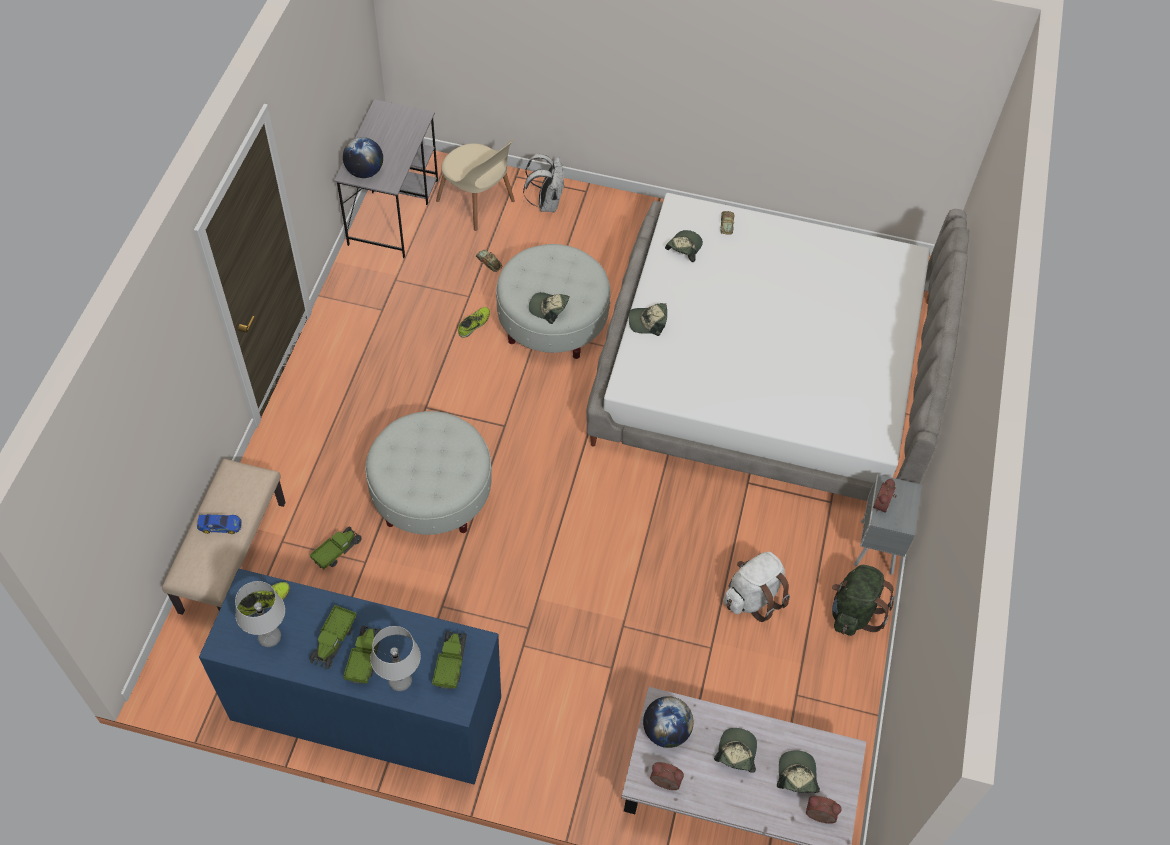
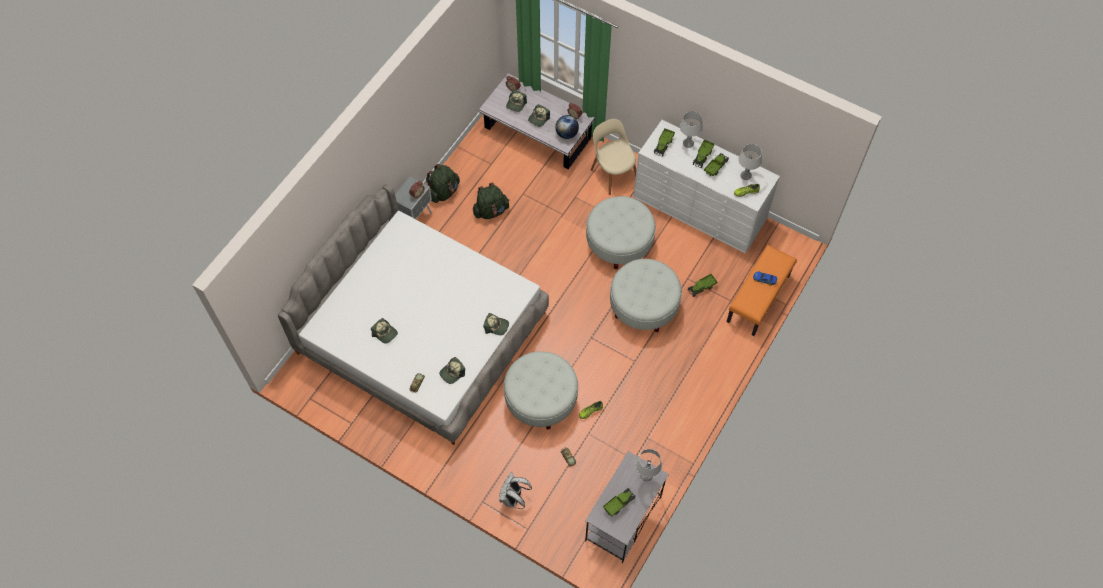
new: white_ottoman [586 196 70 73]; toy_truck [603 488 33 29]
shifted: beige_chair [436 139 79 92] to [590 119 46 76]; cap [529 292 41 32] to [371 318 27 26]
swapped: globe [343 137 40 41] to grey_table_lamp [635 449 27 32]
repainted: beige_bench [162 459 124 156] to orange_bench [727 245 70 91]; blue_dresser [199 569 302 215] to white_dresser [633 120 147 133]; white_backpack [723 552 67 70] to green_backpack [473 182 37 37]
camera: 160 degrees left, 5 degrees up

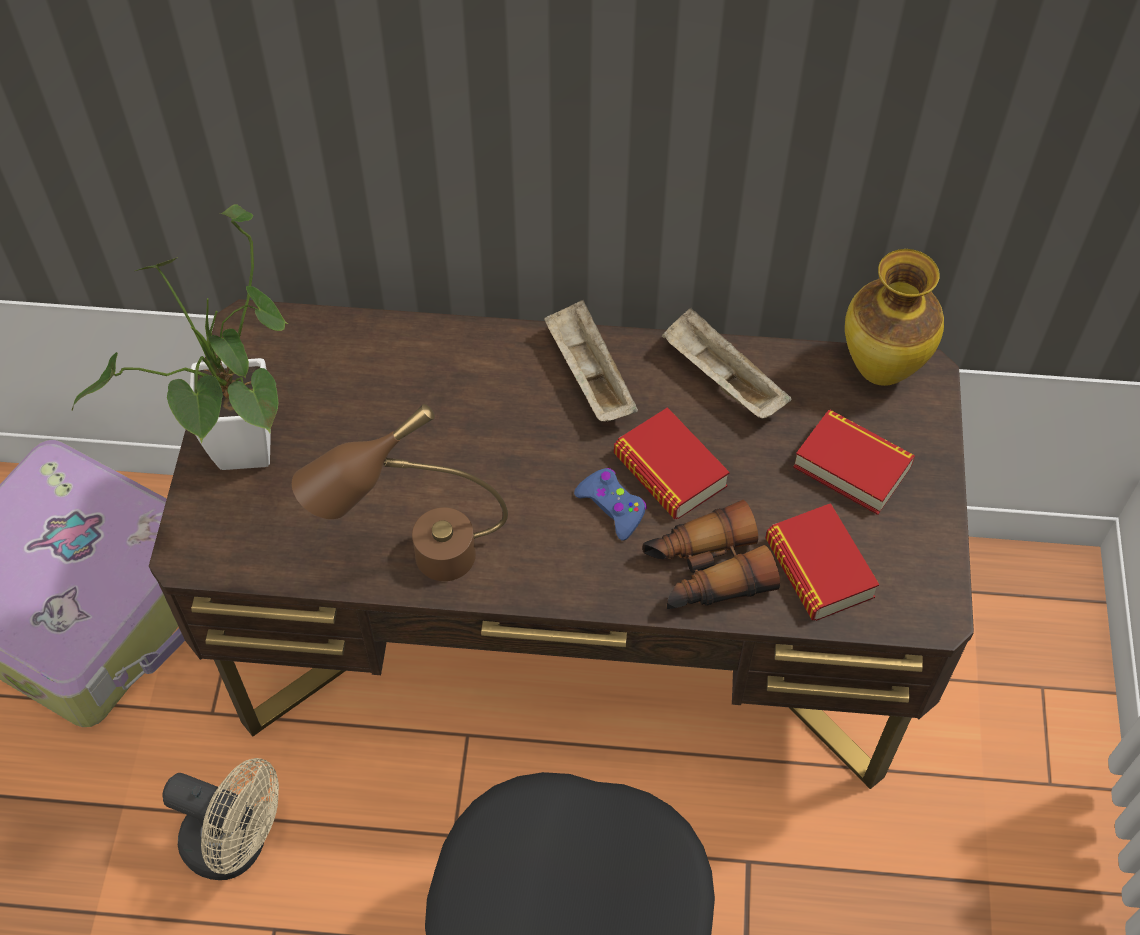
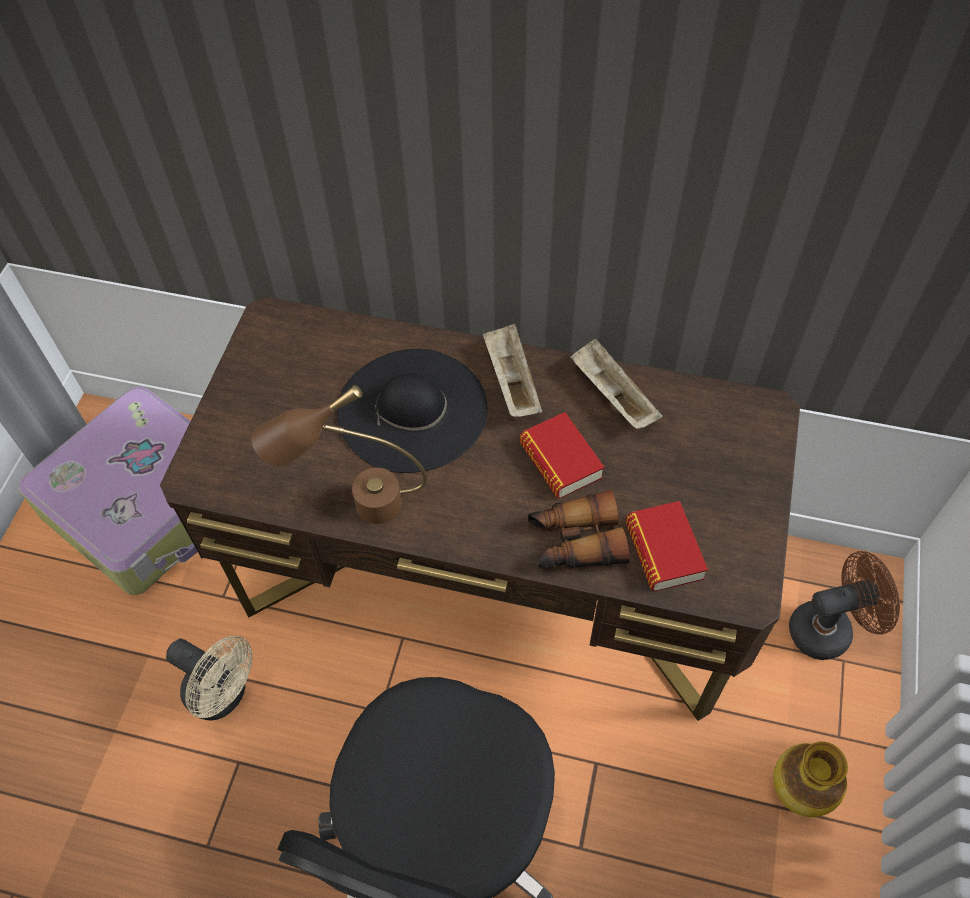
gone: potted_plant [71 204 217 266]; blue_game_controller [574 468 73 72]; book [793 410 122 105]
new: black_hat [337 349 151 124]; brown_fan [789 551 111 109]
shifted: vase [845 249 99 137] to [773 741 75 76]
camera: 10 degrees right, 0 degrees up

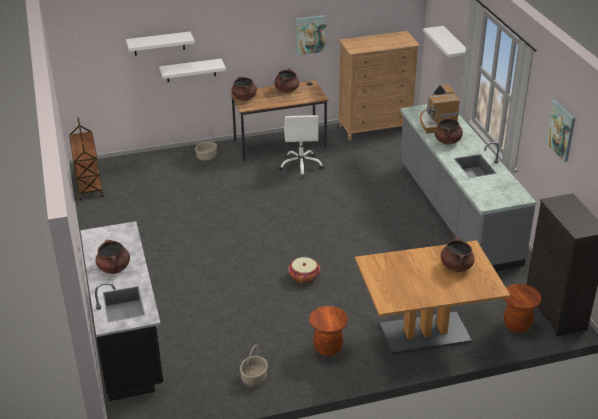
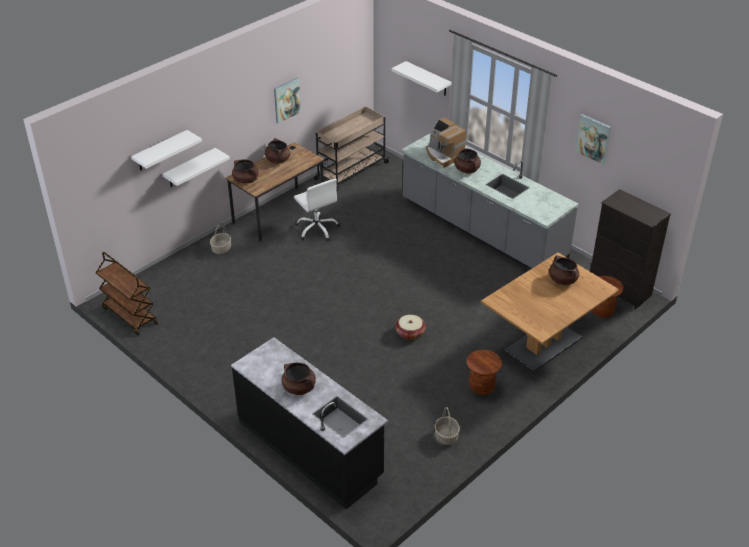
swapped: brown_dresser [338 31 82 110] to beige_cart [314 106 76 85]
camera: 30 degrees left, 5 degrees up

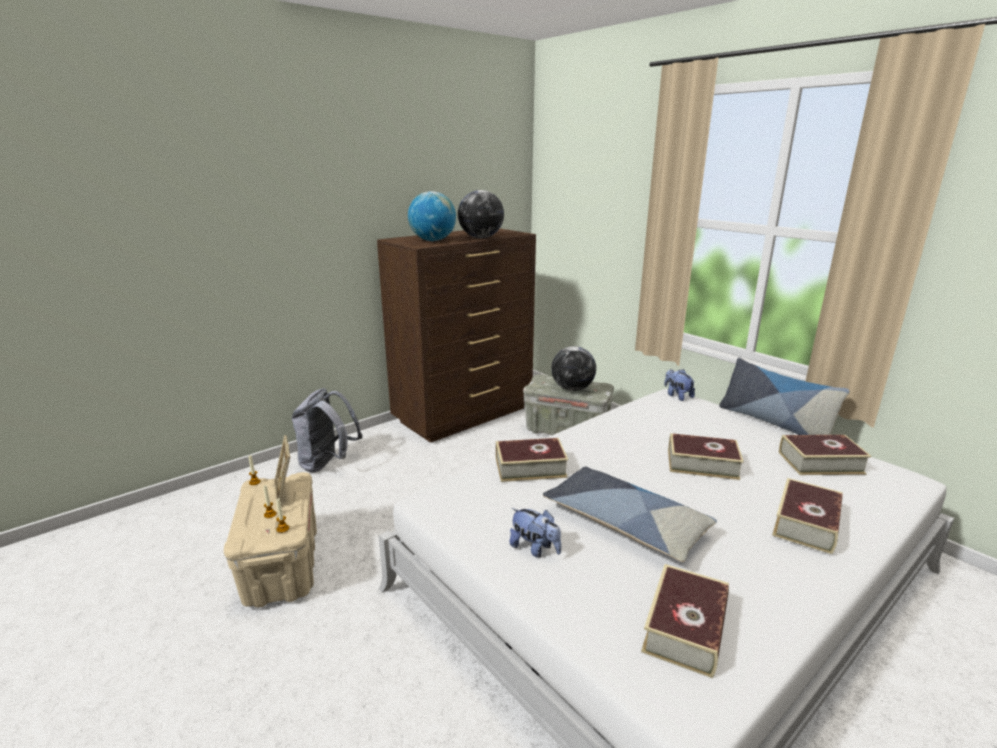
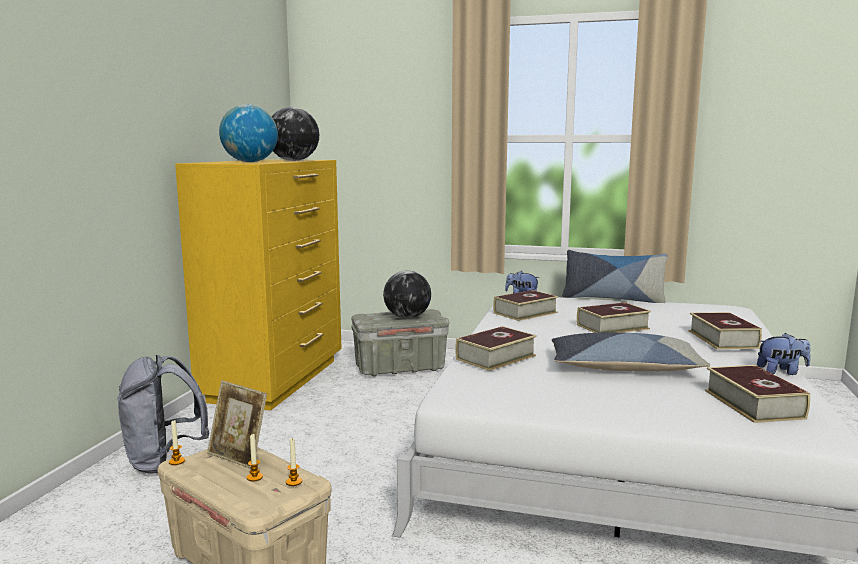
shifted: plush_toy [509 508 52 50] to [757 333 54 42]; book [779 435 92 40] to [493 290 65 31]
repainted: brown_dresser [377 229 159 214] to yellow_dresser [175 159 167 252]
camera: 35 degrees left, 10 degrees down

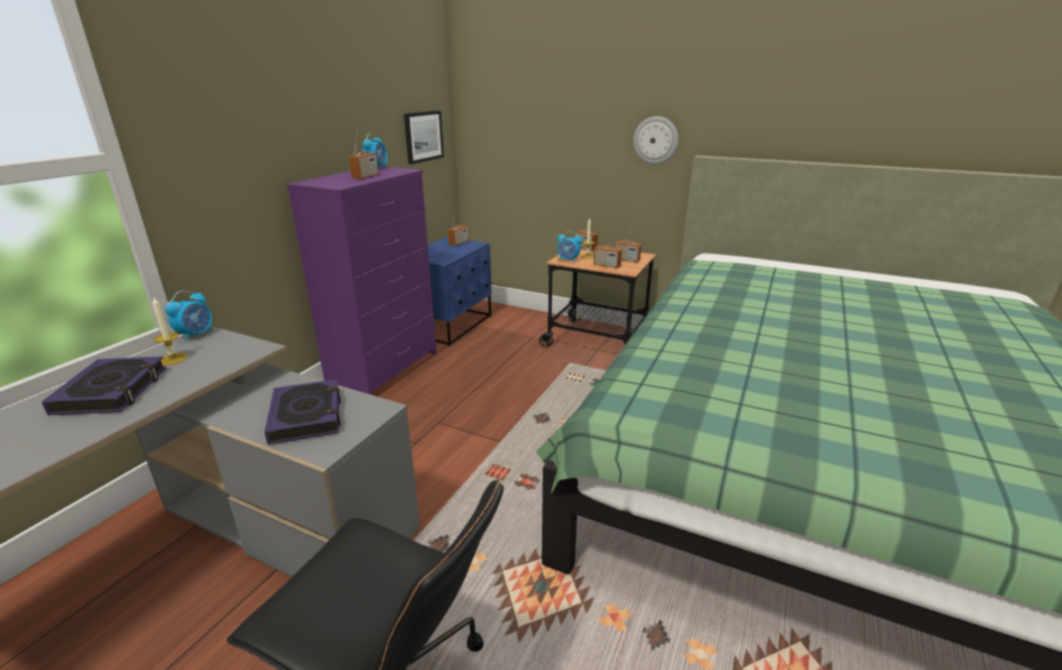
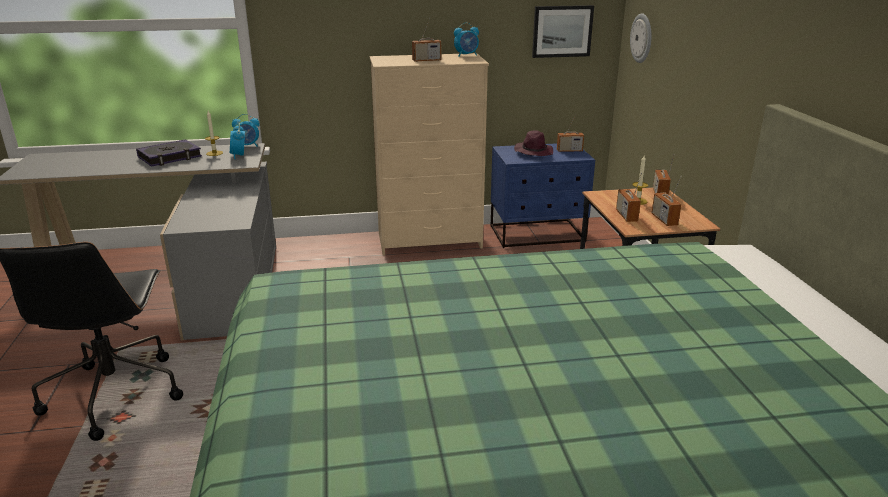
gone: book [264 379 77 66]
new: purple_hat [514 130 39 26]
shifted: alarm_clock [557 231 25 32] to [230 123 15 36]; wall_clock [633 116 45 48] to [630 13 22 50]
repainted: purple_dresser [286 166 151 229] to beige_dresser [370 53 119 202]
camera: 55 degrees right, 0 degrees up

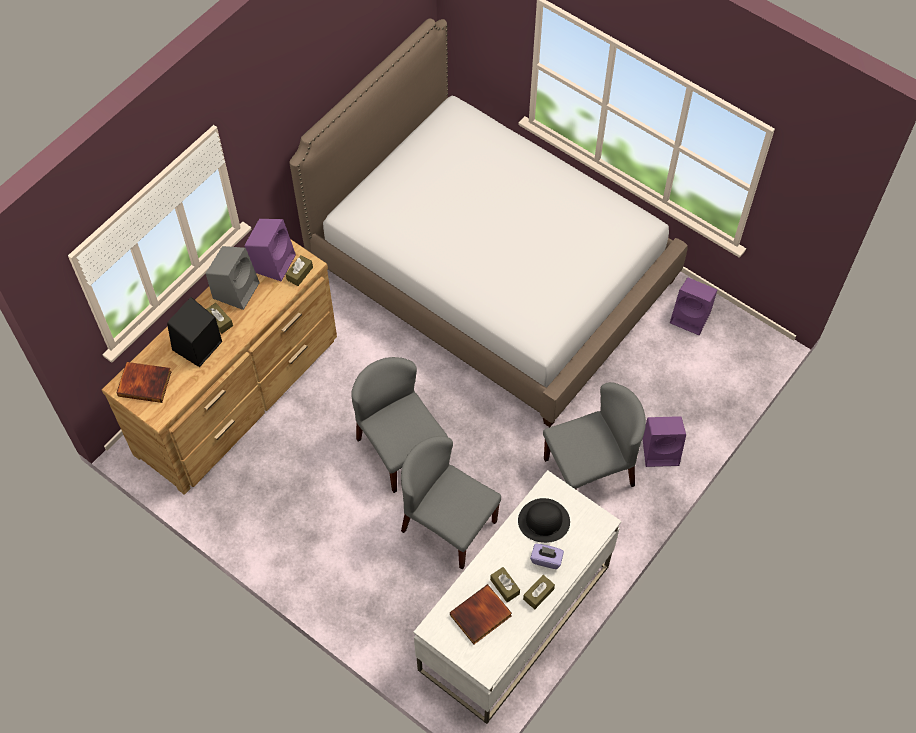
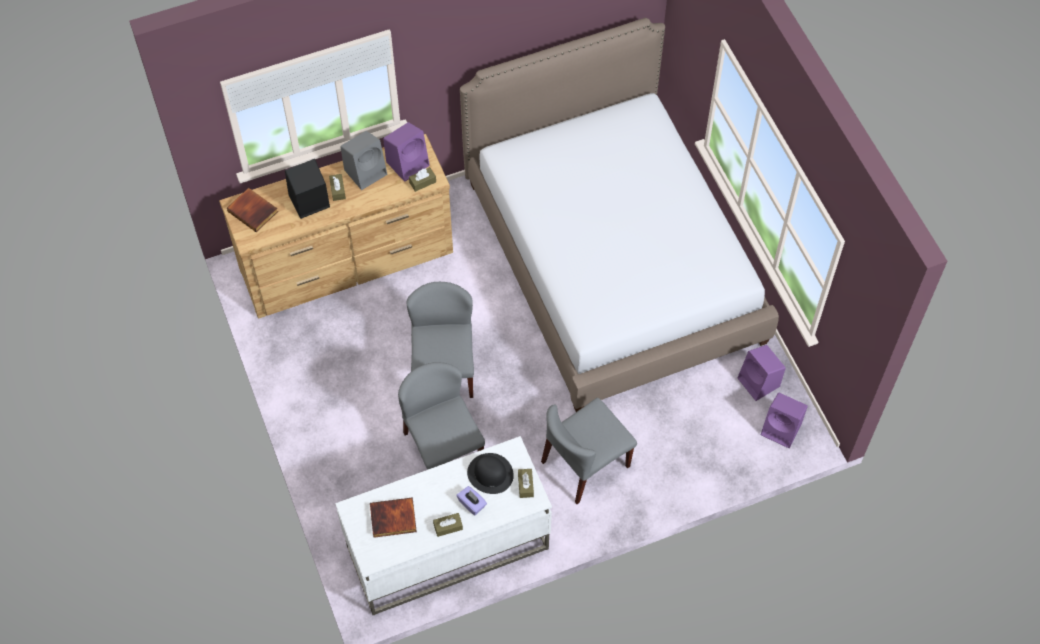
shifted: brown_tissue_box [490 567 30 35] to [518 469 16 29]; purple_speaker [643 416 43 51] to [761 392 47 56]
rotated: grey_chair [543 382 103 108] = [541 398 96 106] 135 degrees clockwise
camera: 30 degrees right, 0 degrees up

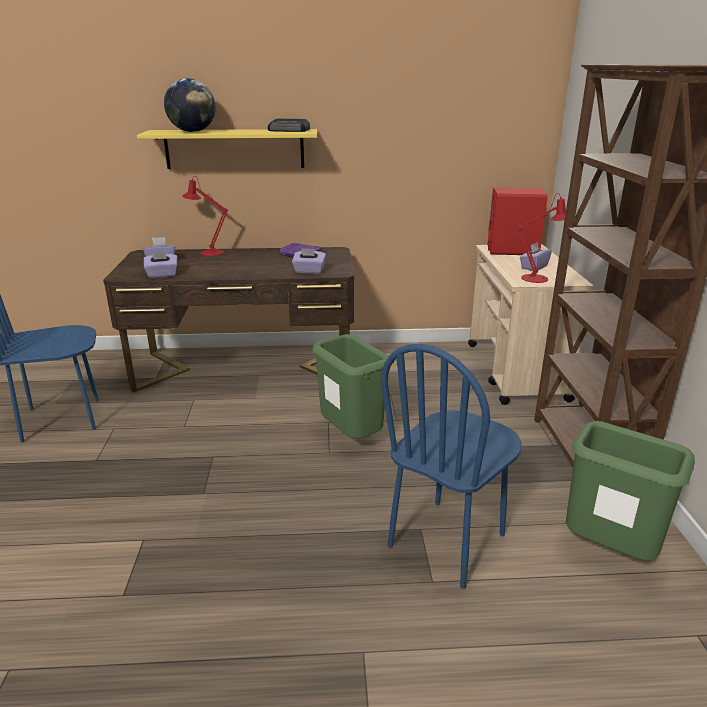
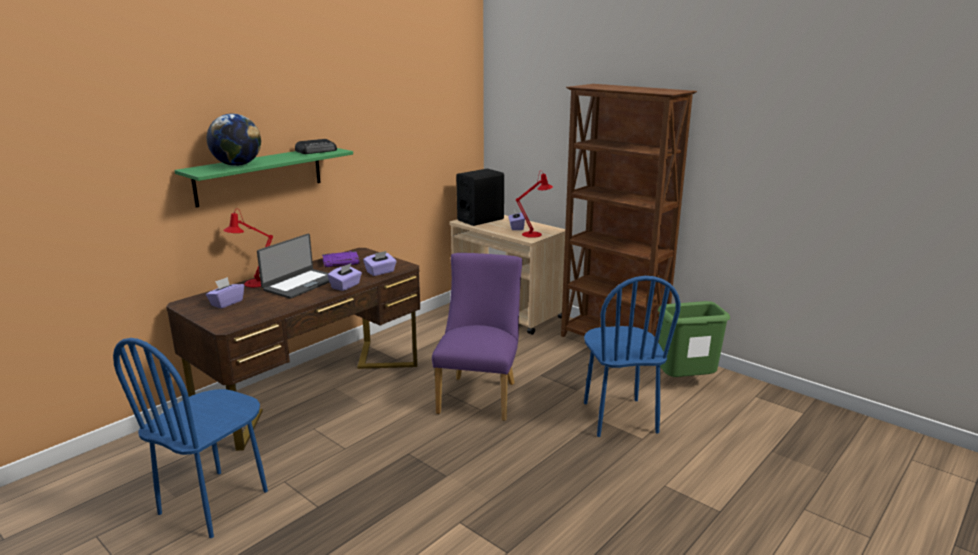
new: laptop [257 234 73 65]
shifted: purple_tissue_box [144 252 33 26] to [328 264 34 27]
swapped: green_trash_can [312 334 77 105] to purple_chair [432 253 90 168]
repainted: yellow_shelf [137 129 180 40] to green_shelf [174 148 179 60]; red_speaker [488 187 60 68] to black_speaker [456 169 48 57]
camera: 45 degrees left, 5 degrees down

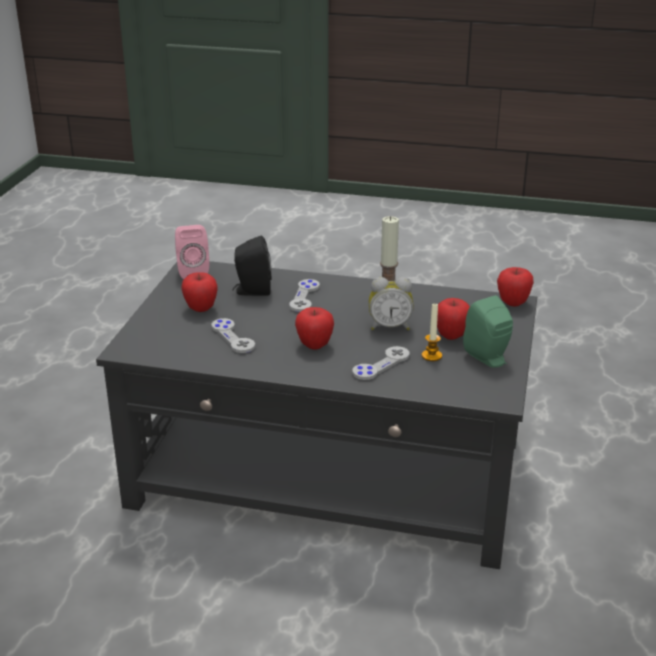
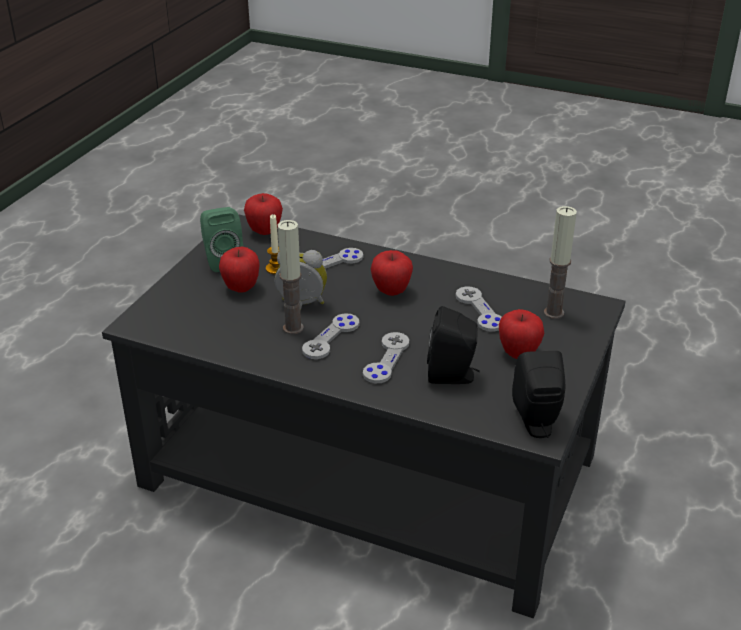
new: grey_game_controller [302 313 57 46]; candle [544 206 33 113]
shifted: apple [497 267 37 39] to [244 193 39 42]
repainted: pink_speaker [175 225 34 54] to black_speaker [512 351 53 87]
camera: 170 degrees left, 5 degrees up

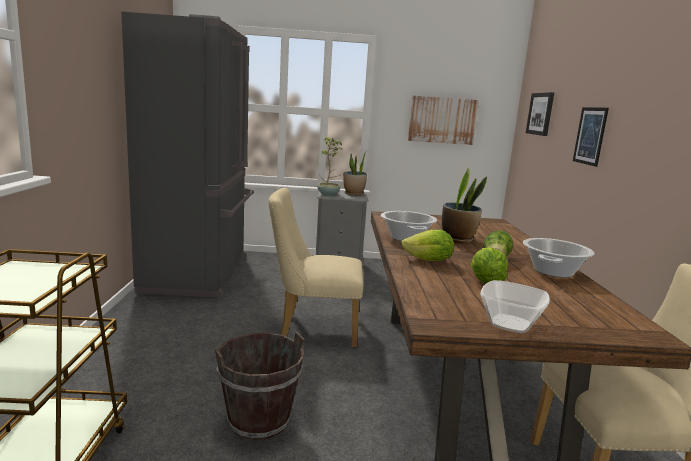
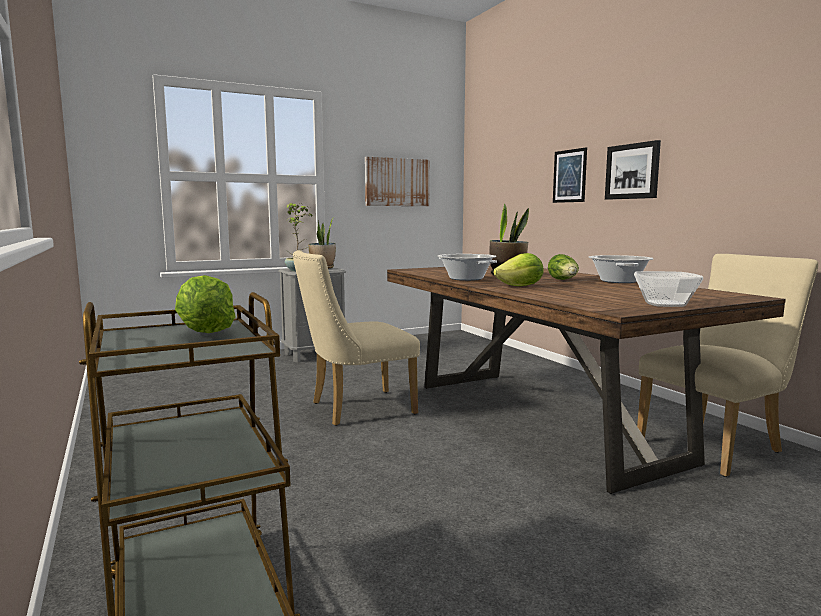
gone: grey_fridge [121 12 133 286]; brown_bucket [215 332 90 108]
shifted: lettuce [471 247 37 37] to [175 275 61 58]; picture [526 92 28 44] to [605 140 56 60]
camera: 25 degrees left, 5 degrees down

